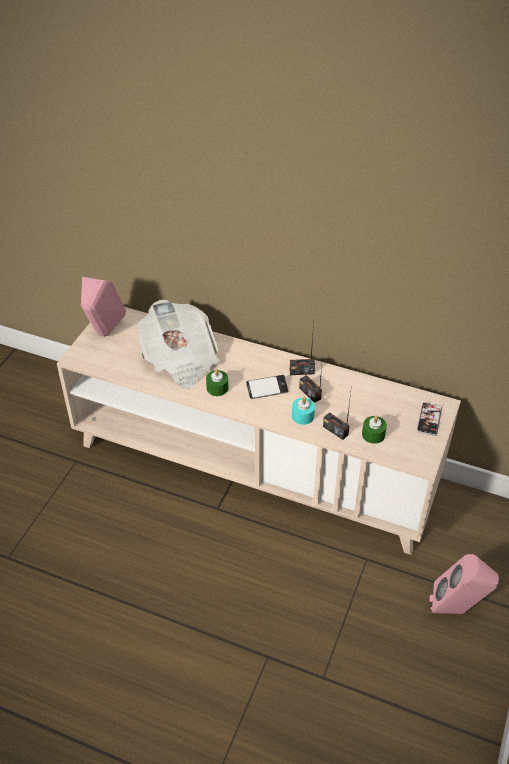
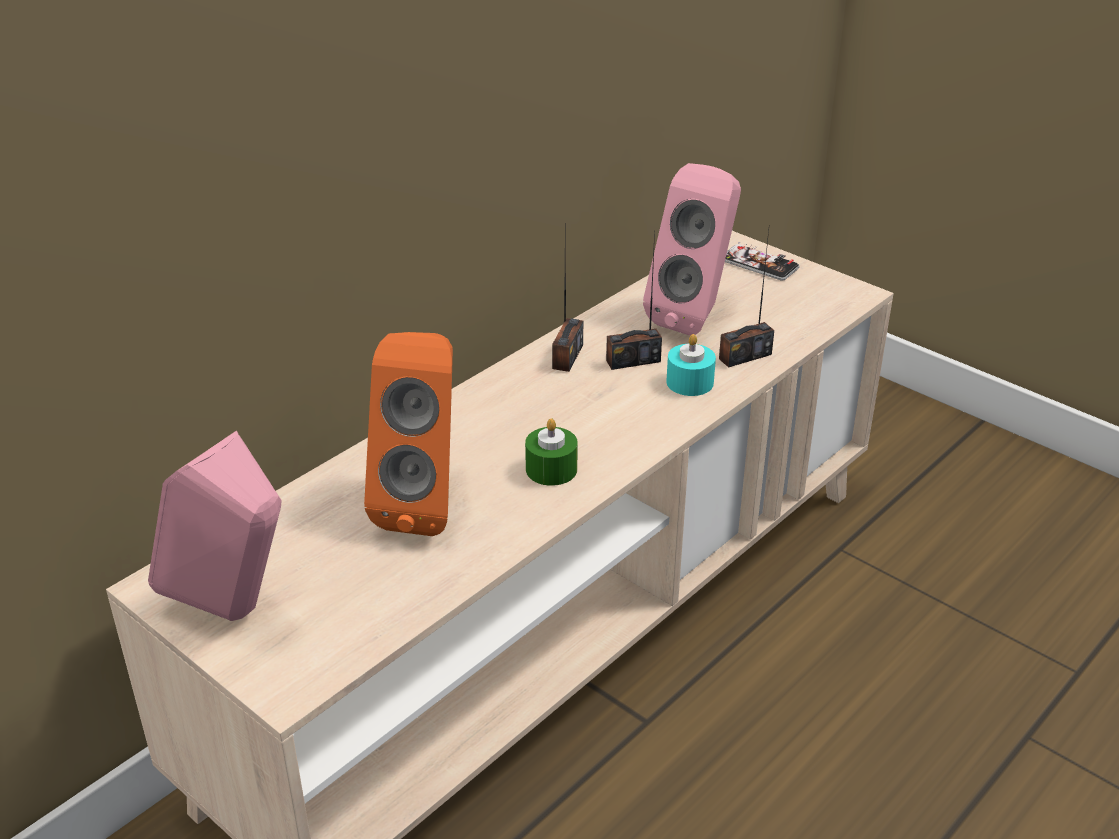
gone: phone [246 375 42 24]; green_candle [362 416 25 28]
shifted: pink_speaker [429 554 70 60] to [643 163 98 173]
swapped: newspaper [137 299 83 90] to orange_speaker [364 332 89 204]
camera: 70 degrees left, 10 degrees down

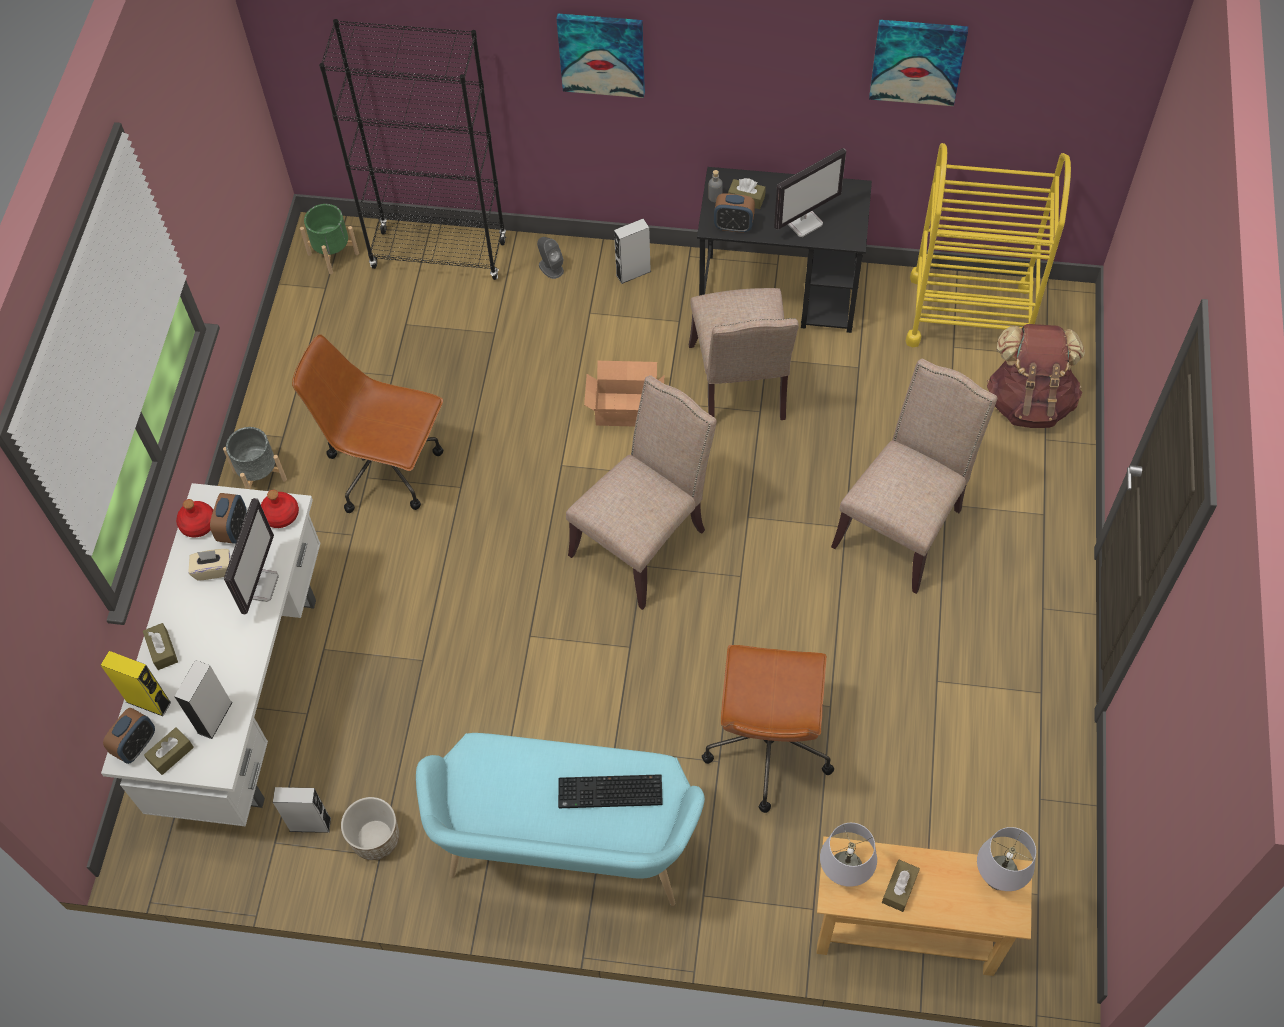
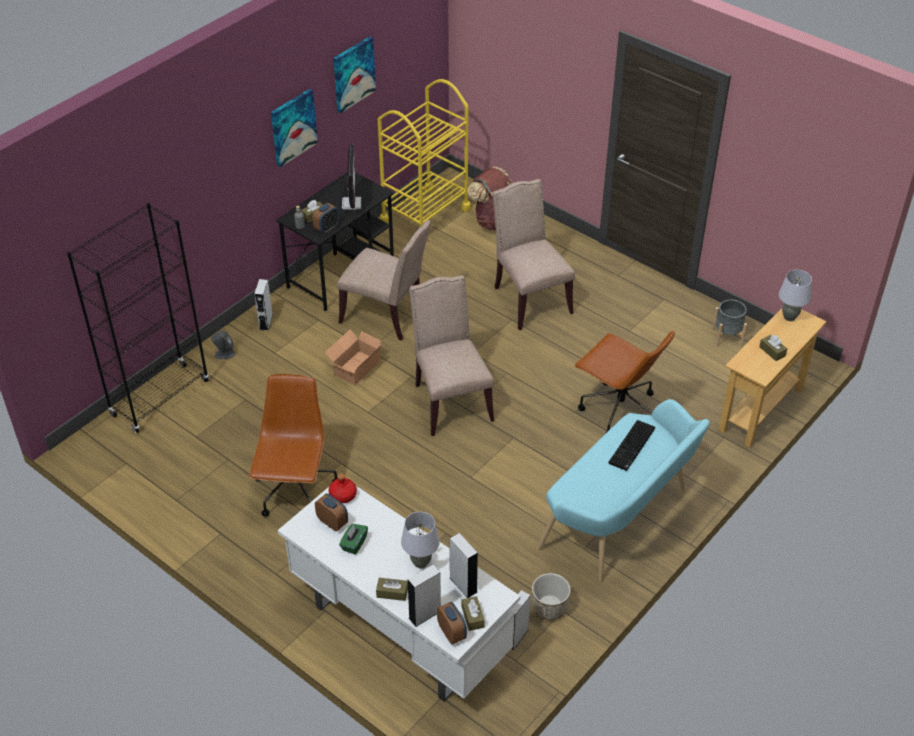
gone: red_bottle [176 499 37 38]; monitor [224 498 55 116]; green_planter [300 204 59 70]
shifted: grey_planter [223 427 64 62] to [712 299 35 48]; picture [556 14 89 84] to [271 89 47 78]; grey_table_lamp [820 823 57 64] to [401 512 39 57]
repainted: yellow_speaker [101 651 70 65] to grey_speaker [408 564 33 63]; beige_tissue_box [188 549 42 32] to green_tissue_box [339 524 29 31]
rotated: brown_office_chair [292 334 151 179] = [249 374 89 143] 135 degrees clockwise
camera: 60 degrees left, 15 degrees down

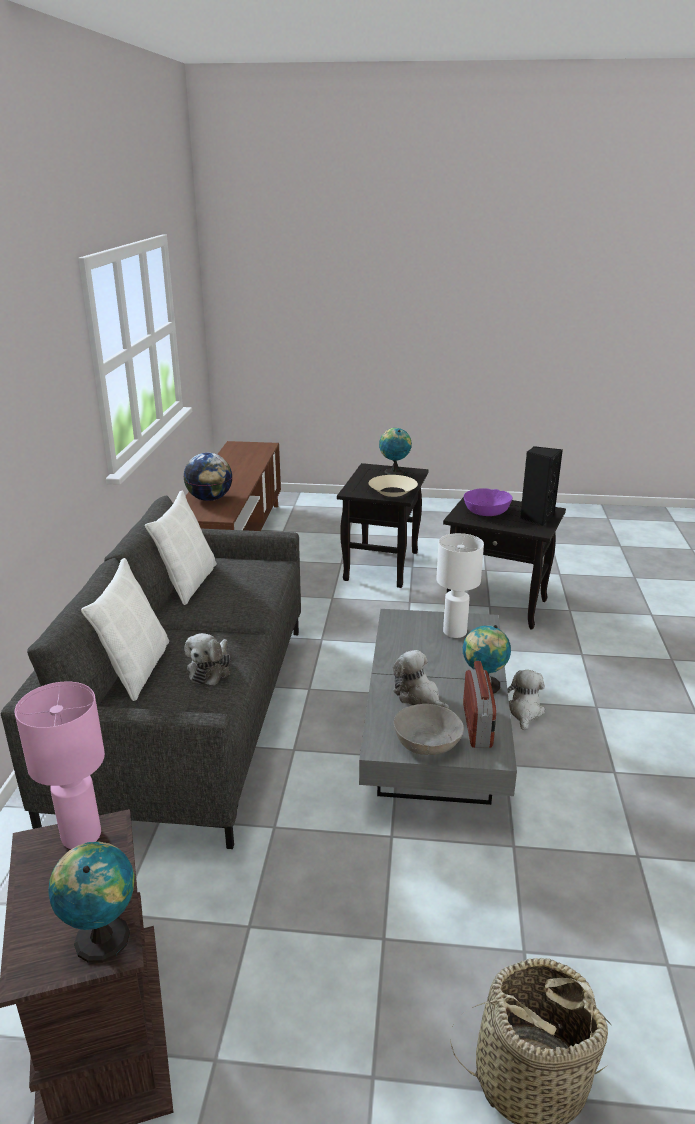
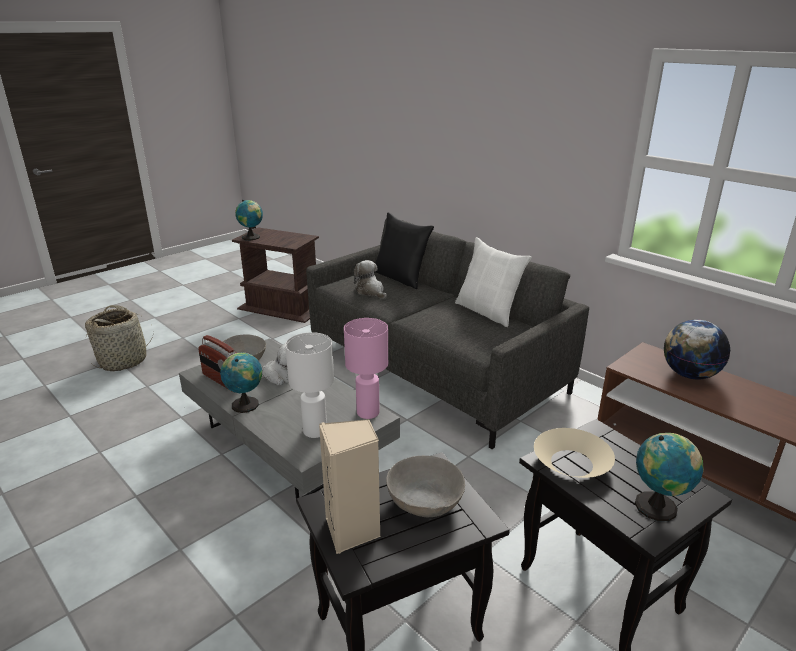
gone: plush_toy [507 670 38 61]
shifted: pink_table_lamp [15 682 90 167] to [344 318 44 101]
repainted: white_pillow [81 558 88 143] to black_pillow [374 212 60 77]; purple_bowl [464 488 49 28] to grey_bowl [386 456 79 61]; black_speaker [520 446 43 80] to beige_speaker [319 419 62 135]
camera: 130 degrees right, 0 degrees up

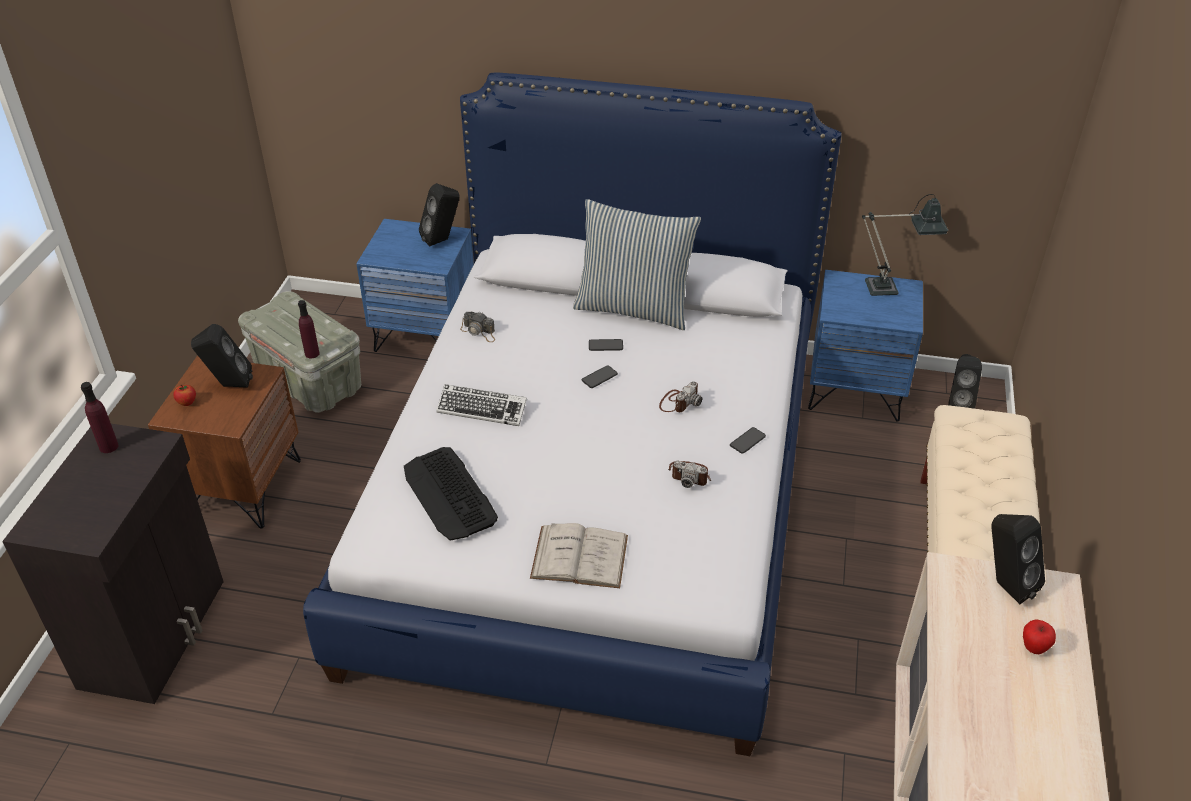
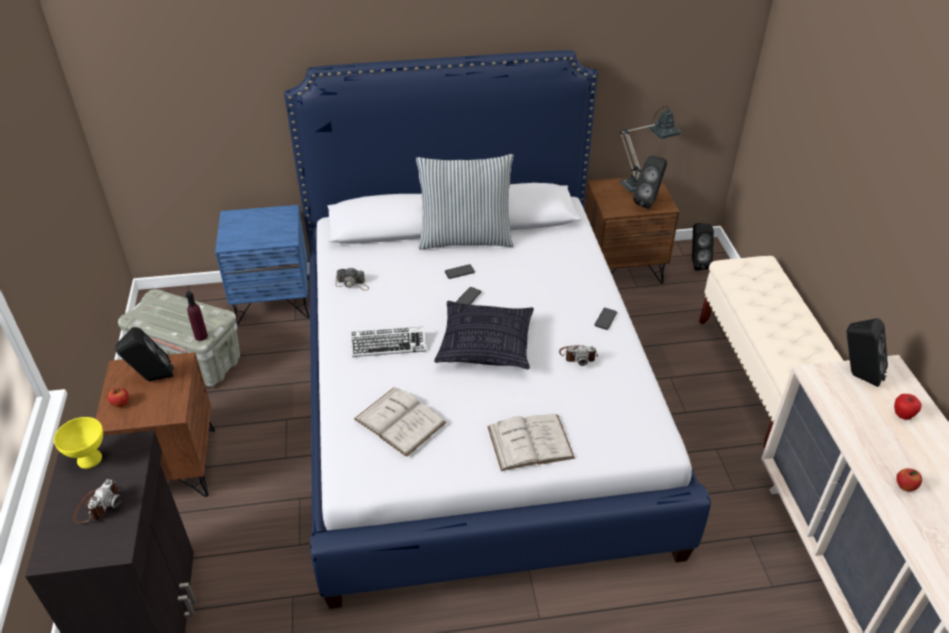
new: pillow [434 301 100 68]; apple [896 468 26 24]
shifted: black_speaker [419 183 40 64] to [633 155 34 54]; photo_camera [659 381 43 31] to [74 479 48 44]
swapped: purple_bottle [81 382 37 71] to yellow_bowl [54 417 49 52]; keyboard [404 447 94 94] to white_book [354 388 92 69]
repainted: blue_nightstand [808 270 115 151] to brown_nightstand [584 177 96 107]
camera: 20 degrees left, 0 degrees up

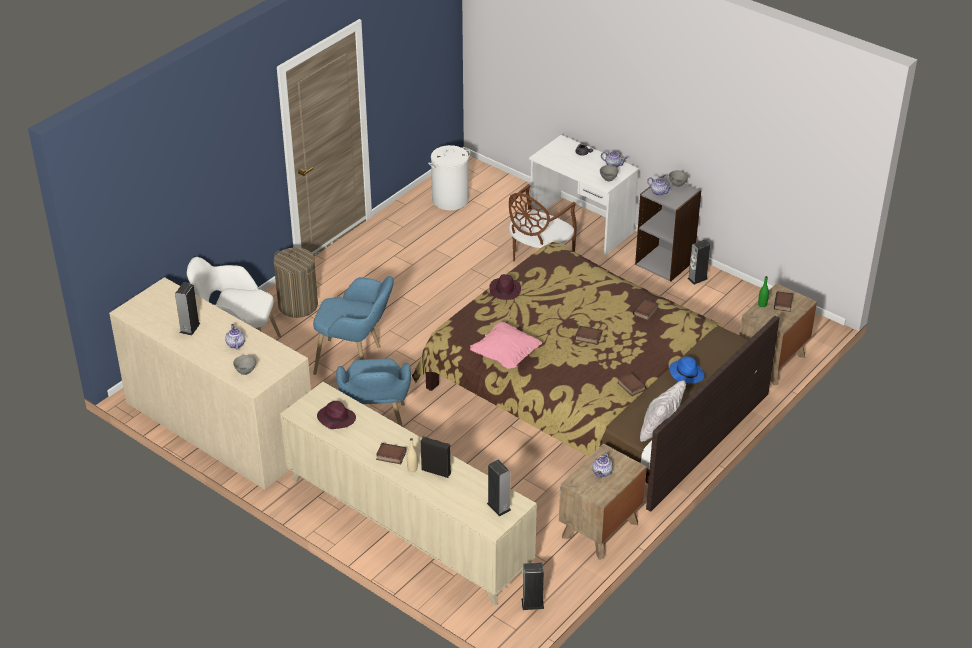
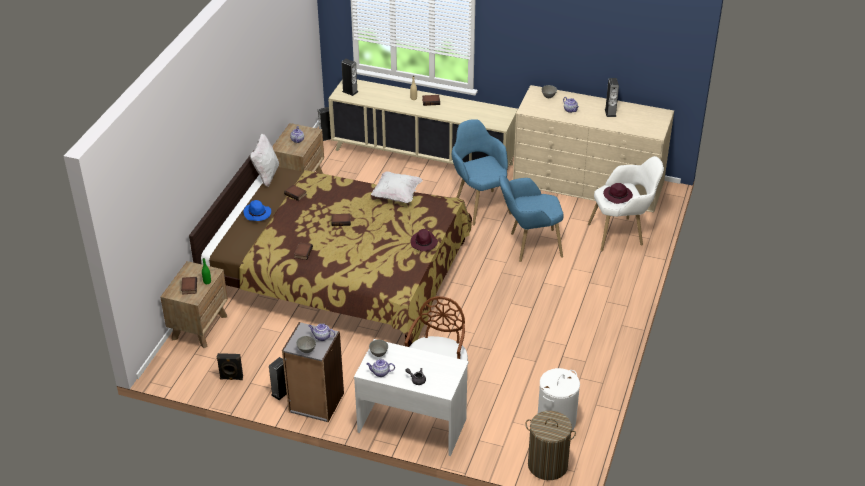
shifted: laundry_basket [273 247 45 71] to [526 411 50 69]; purple_hat [317 401 39 28] to [603 183 30 21]; black_speaker [421 436 30 42] to [217 353 26 27]
repainted: pink_pillow [470 322 72 47] to white_pillow [371 171 51 32]
camera: 160 degrees right, 0 degrees up

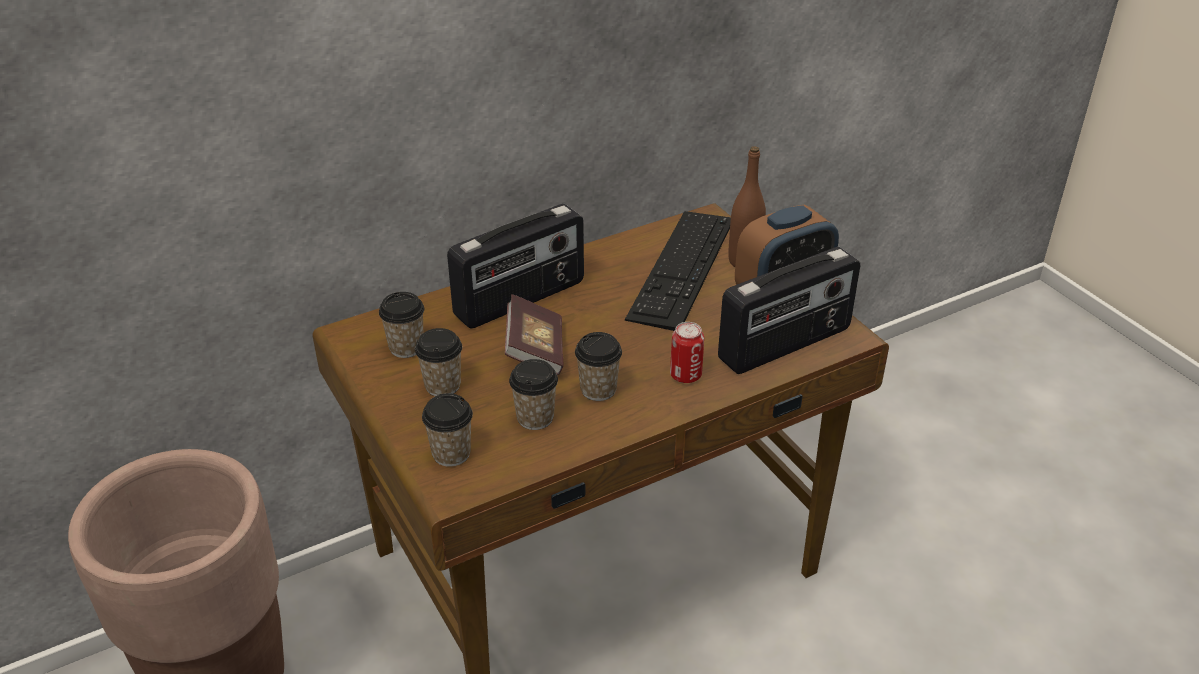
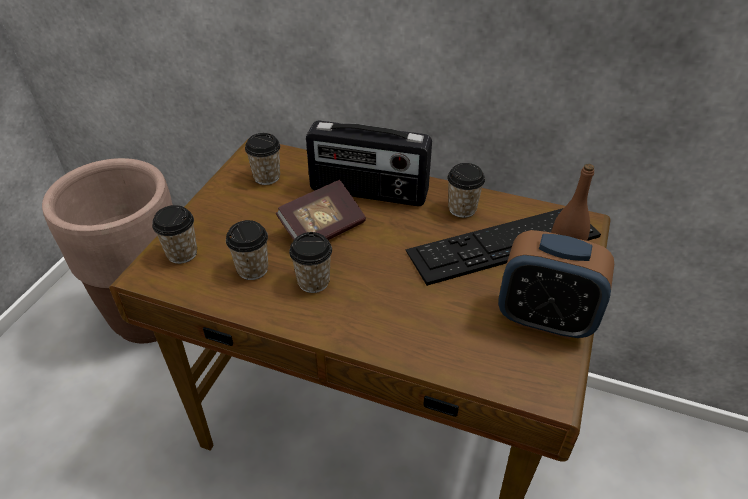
gone: can [670 322 34 61]; radio [718 247 142 127]
shifted: cup [415 328 47 68] to [447 163 38 55]
camera: 50 degrees right, 5 degrees up

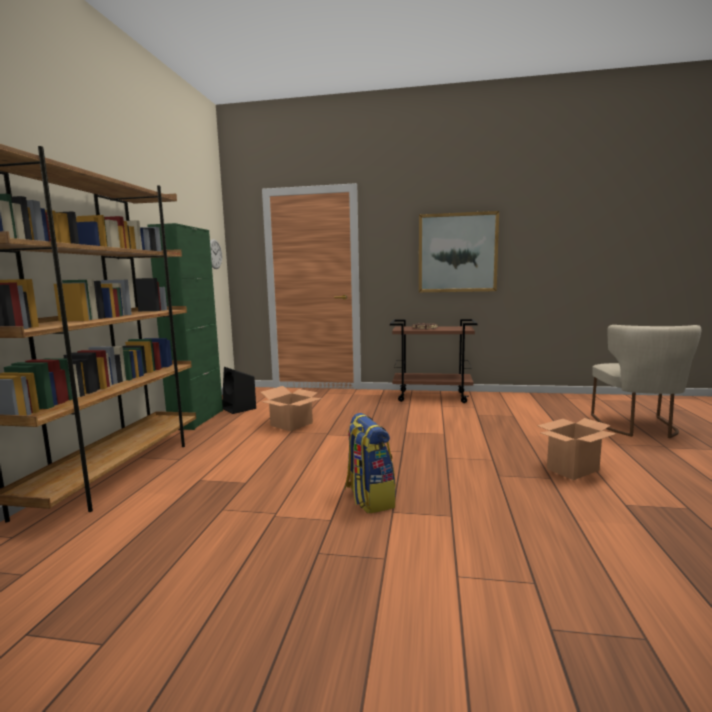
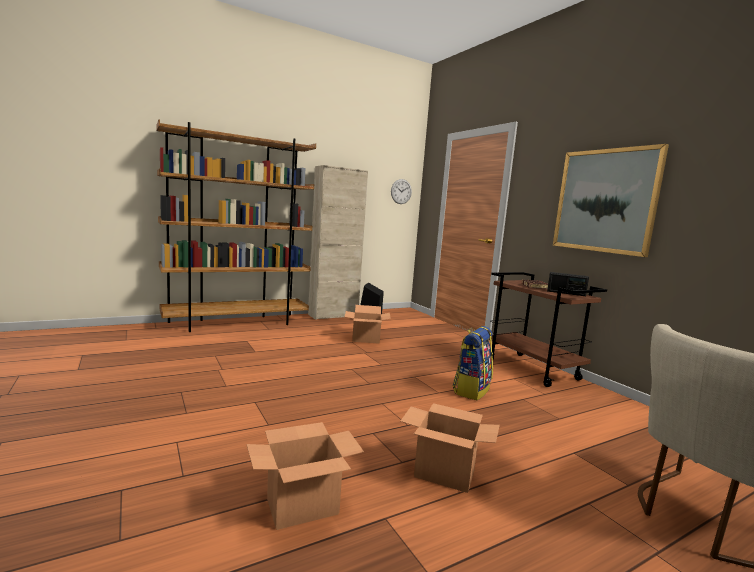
new: cardboard_box [246 422 118 108]; radio [547 272 42 24]
shifted: backpack [345 413 51 100] to [453 326 40 74]
repainted: green_cabinet [147 223 76 207] to beige_cabinet [308 165 60 155]
camera: 50 degrees right, 0 degrees up

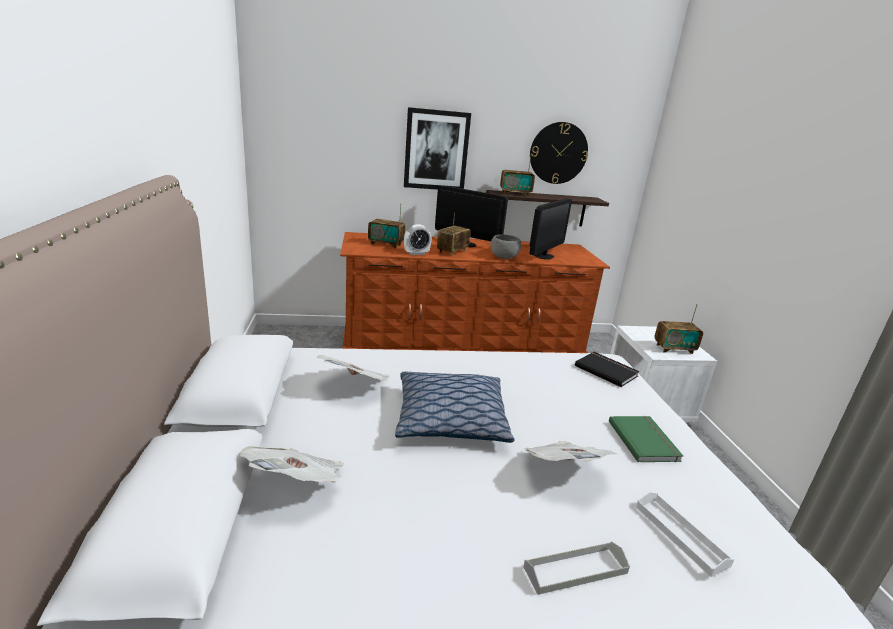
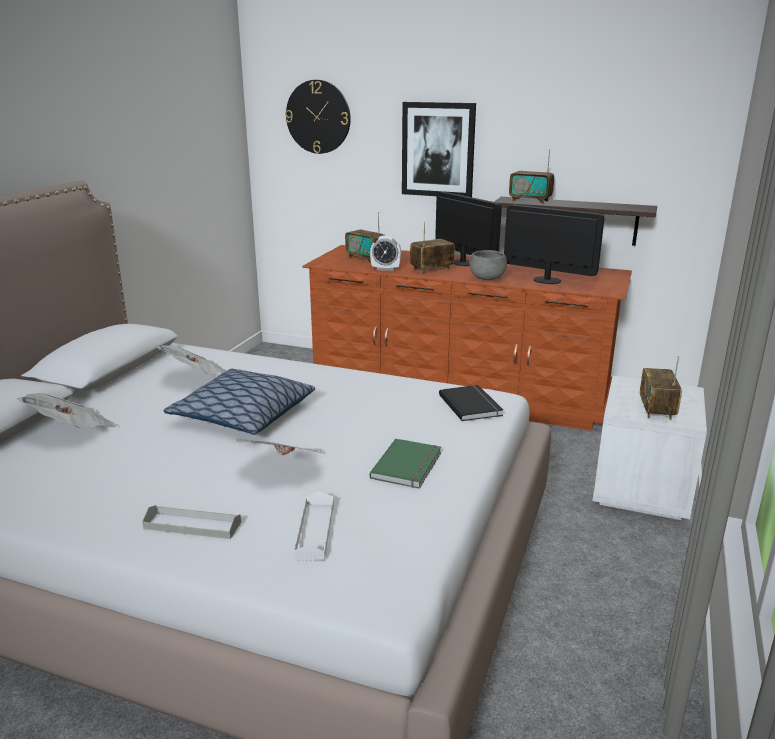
shifted: wall_clock [530 122 58 62] to [285 80 66 74]
rotated: monitor [530 198 42 61] = [504 205 101 79] 120 degrees counterclockwise; radio [654 304 49 50] = [640 356 42 64] 75 degrees clockwise
camera: 30 degrees right, 0 degrees up

